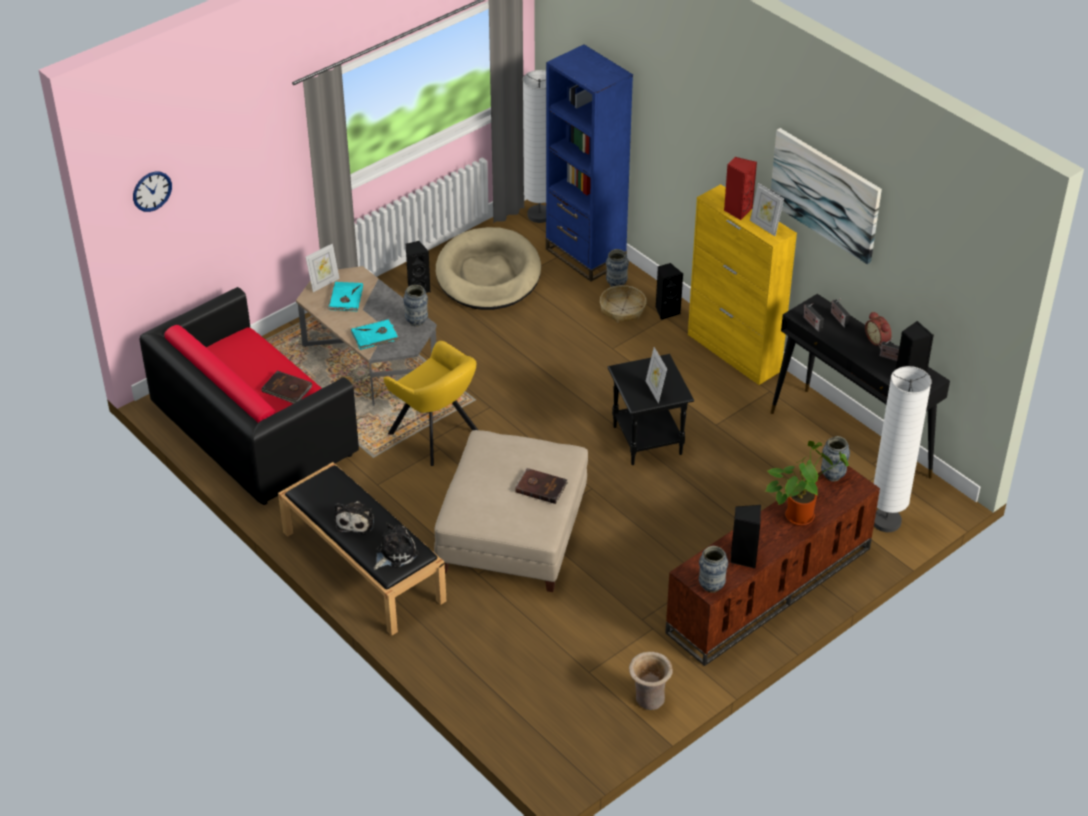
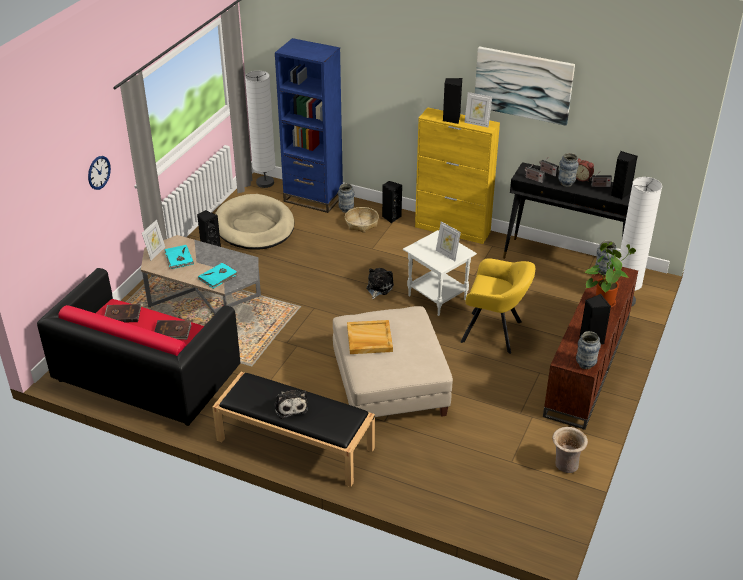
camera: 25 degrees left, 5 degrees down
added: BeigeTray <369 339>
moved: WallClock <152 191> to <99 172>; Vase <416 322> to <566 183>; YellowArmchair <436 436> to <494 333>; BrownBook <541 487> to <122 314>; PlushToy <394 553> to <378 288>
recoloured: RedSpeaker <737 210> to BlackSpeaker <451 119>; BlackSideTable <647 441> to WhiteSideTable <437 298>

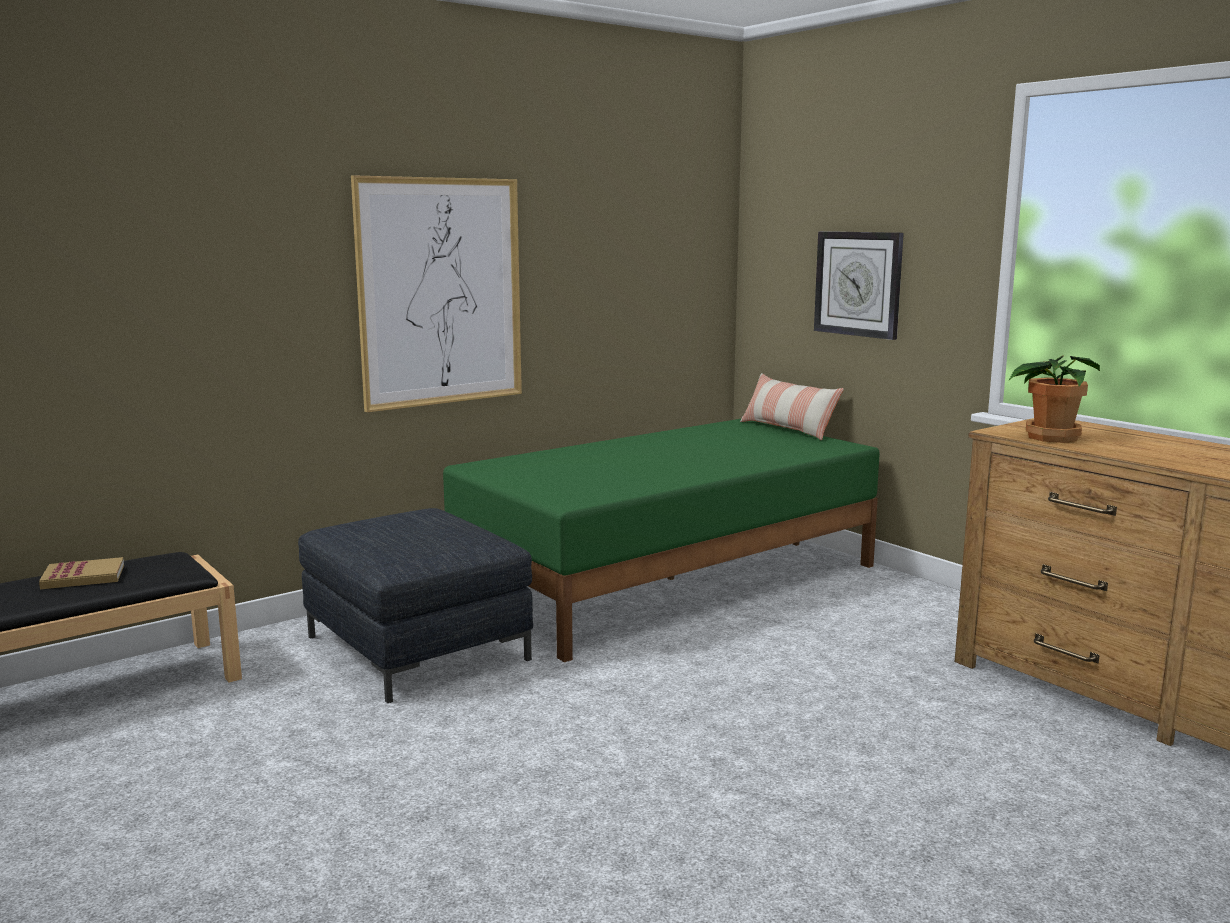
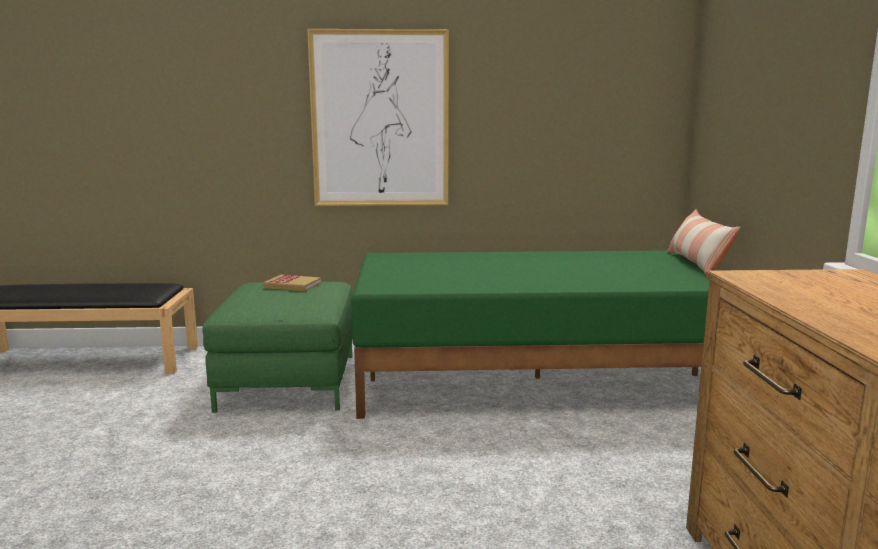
camera: 35 degrees right, 0 degrees up
removed: WallClock <858 283>; PottedPlant <1049 437>
moved: Book <83 577> to <292 285>
recoloured: GreyOttoman <418 648> to GreenOttoman <289 381>

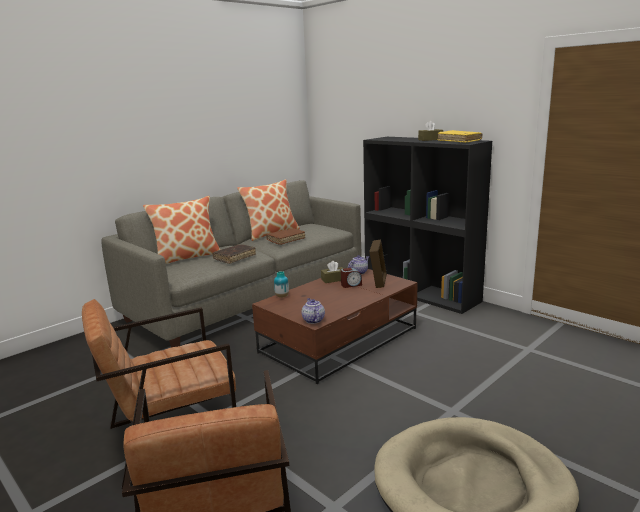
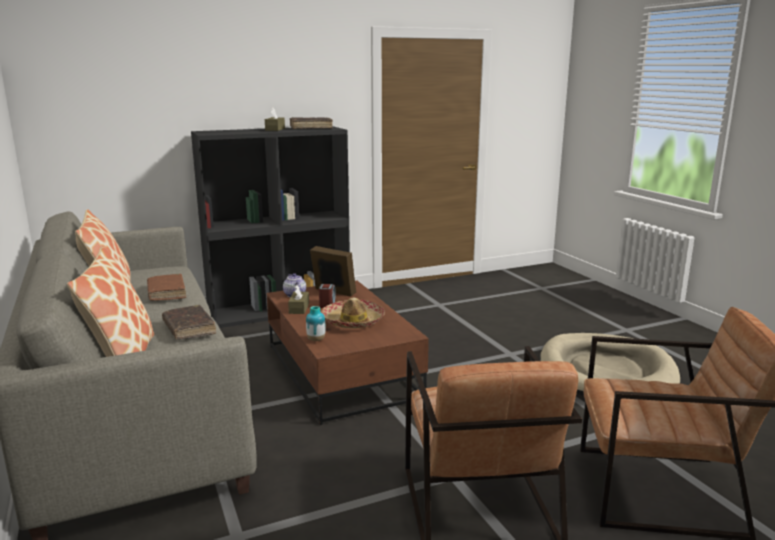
camera: 70 degrees left, 0 degrees up
removed: Teapot <313 320>
added: Hat <353 321>
recoloured: YellowBook <459 141> to BrownBook <311 128>

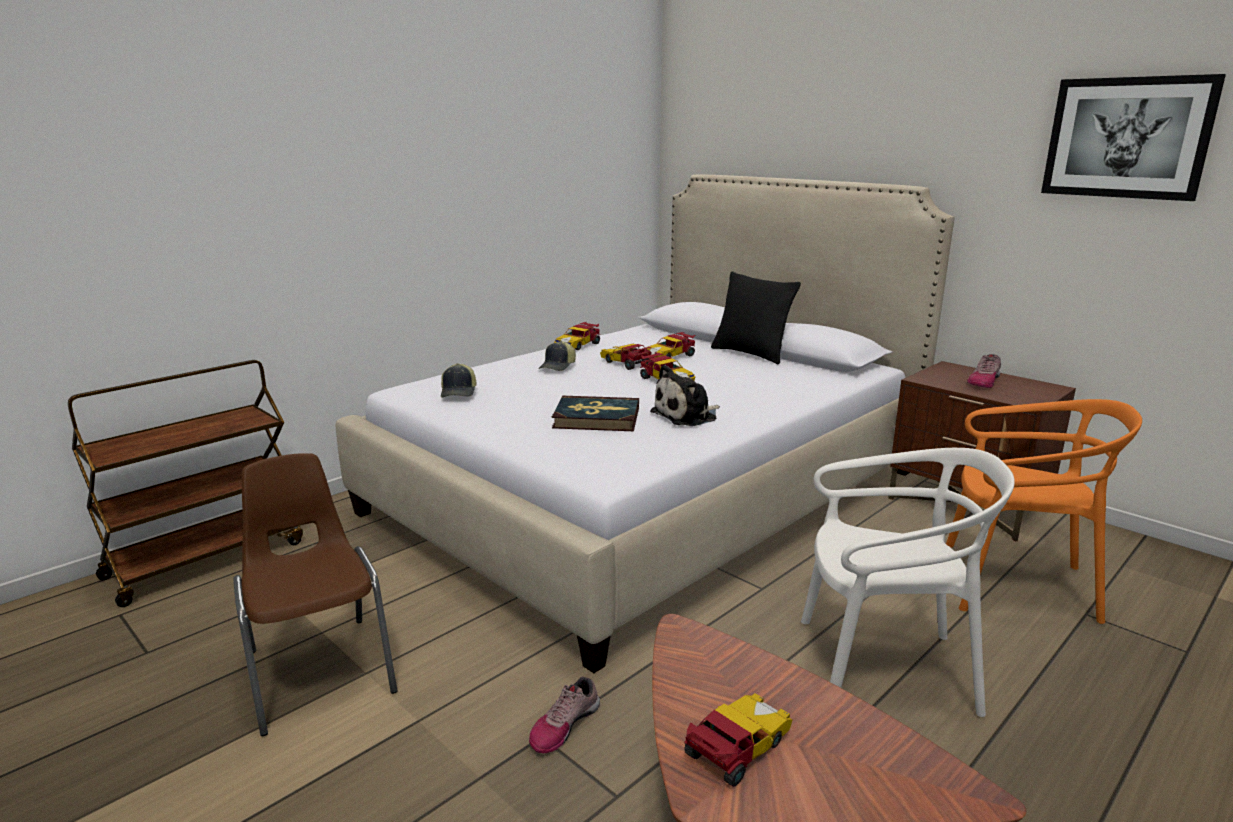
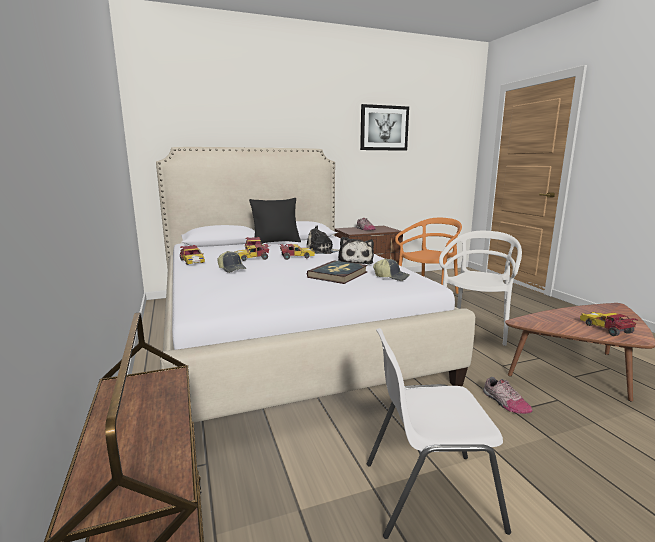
camera: 65 degrees left, 5 degrees down
added: PlushToy <322 251>
moved: Cap <459 392> to <391 277>
recoloured: BrownChair <319 670> to WhiteChair <428 493>

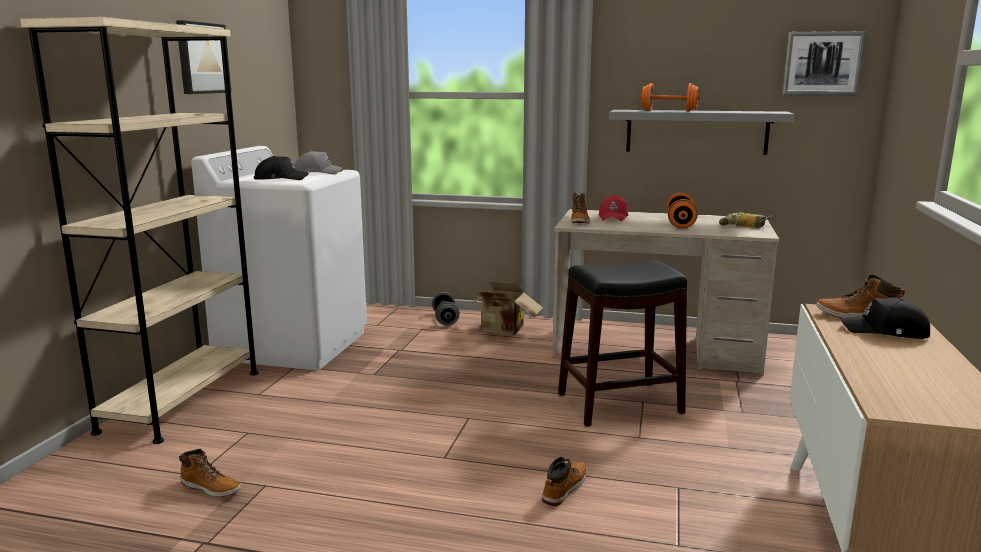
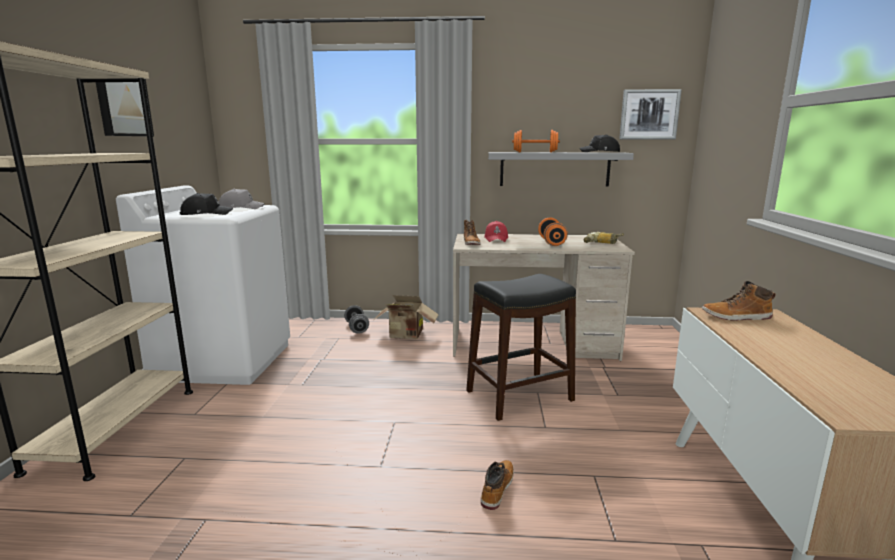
camera: 10 degrees left, 0 degrees up
removed: Boot <211 487>
moved: BlackCap <886 331> to <600 152>

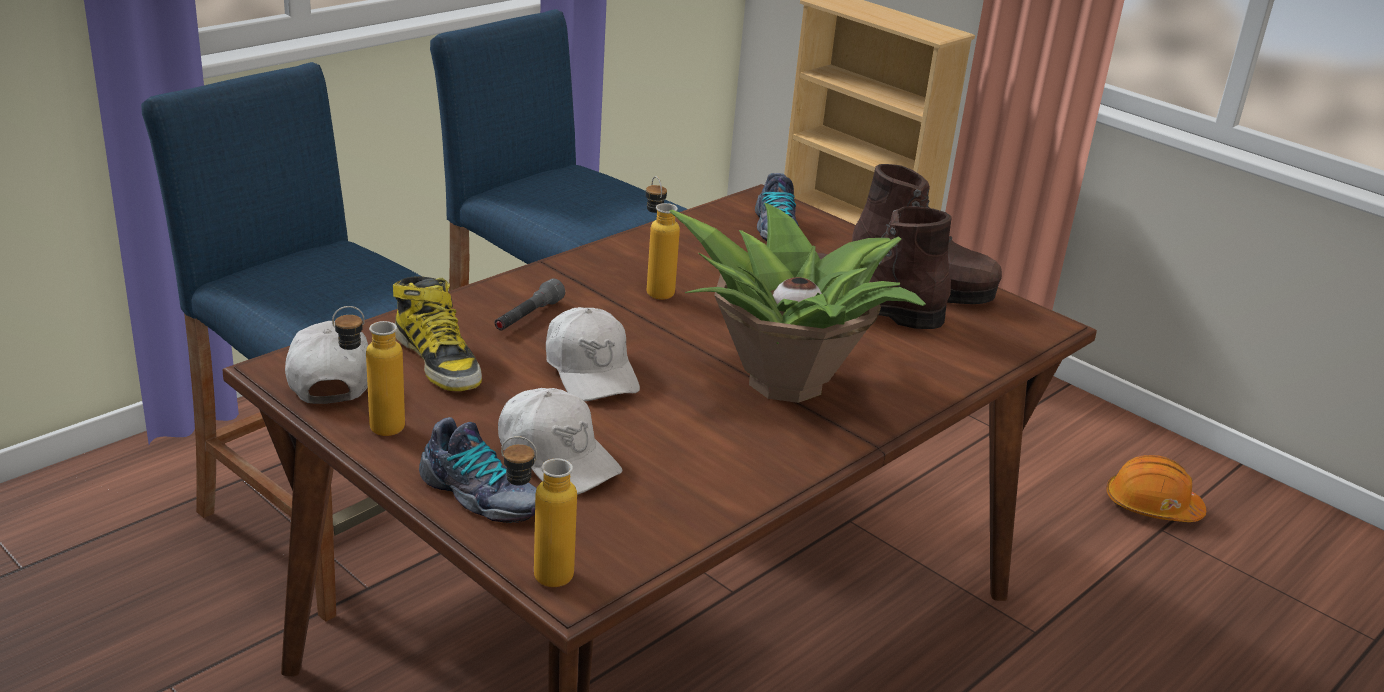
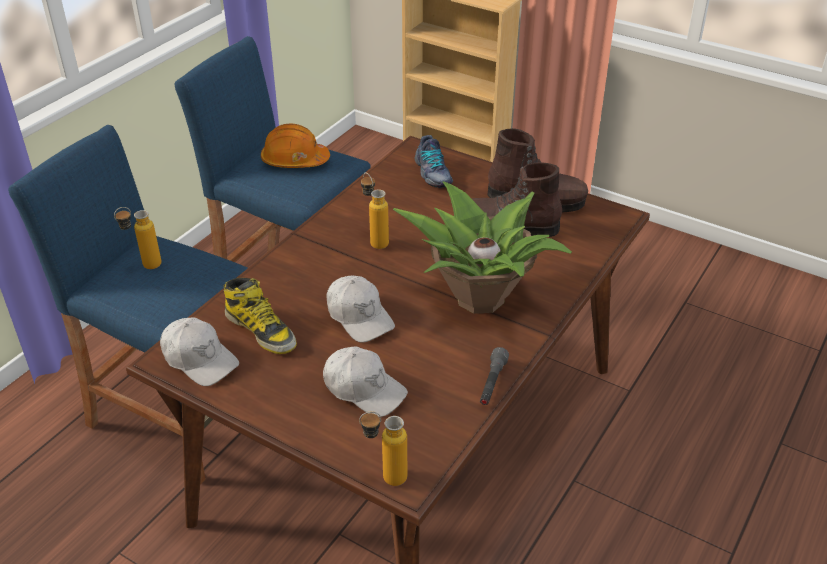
camera: 10 degrees left, 10 degrees up
removed: Shoe <481 496>
moved: GreyFlashlight <528 317> to <492 383>; Bottle <372 429> to <144 266>; OrangeHardHat <1151 506> to <294 161>
turned: WhiteCap <331 377> = <199 359> 150 degrees clockwise

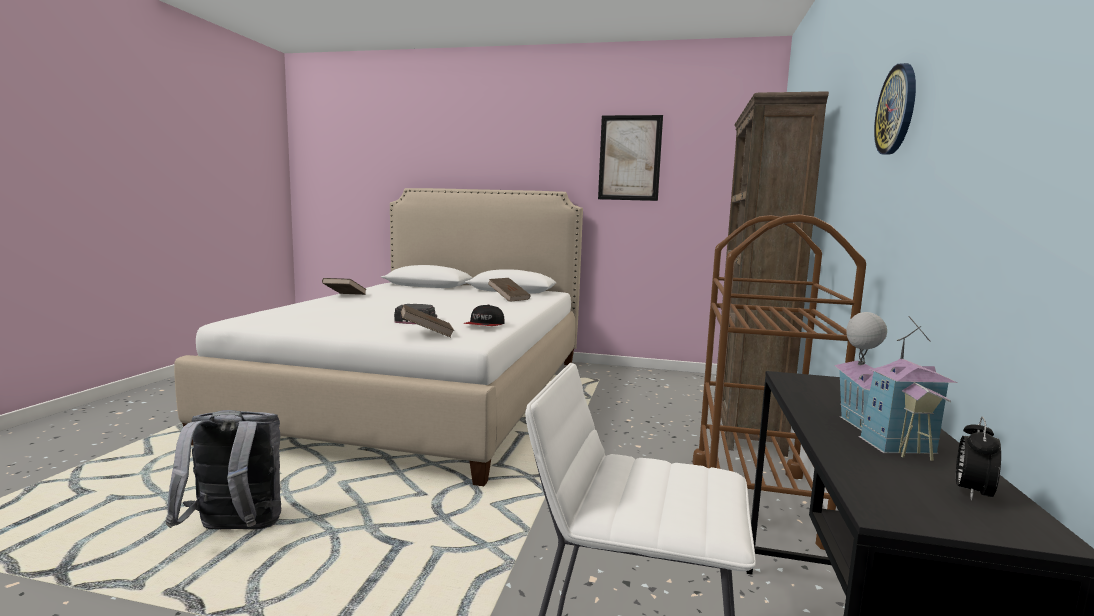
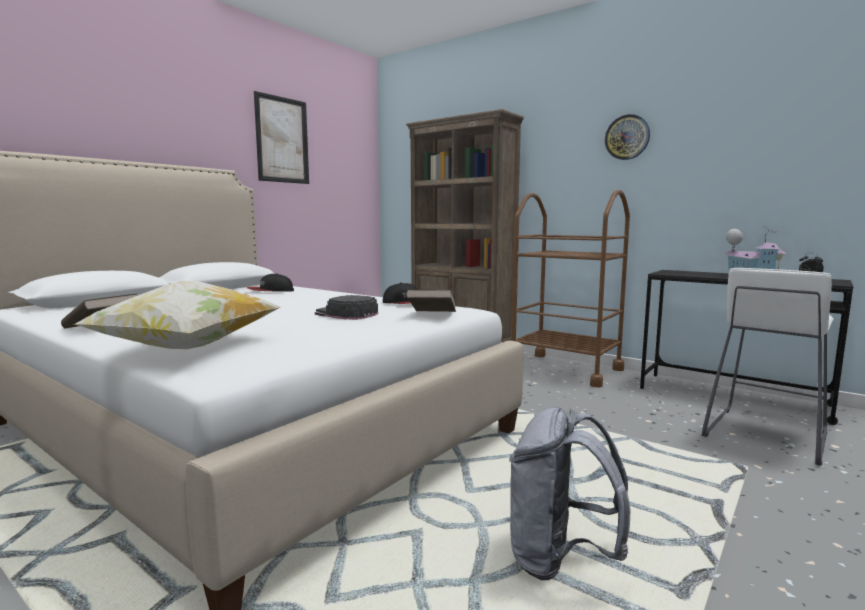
camera: 65 degrees left, 0 degrees up
added: Pillow <188 348>
replaced: BrownBook <509 298> to Cap <270 291>

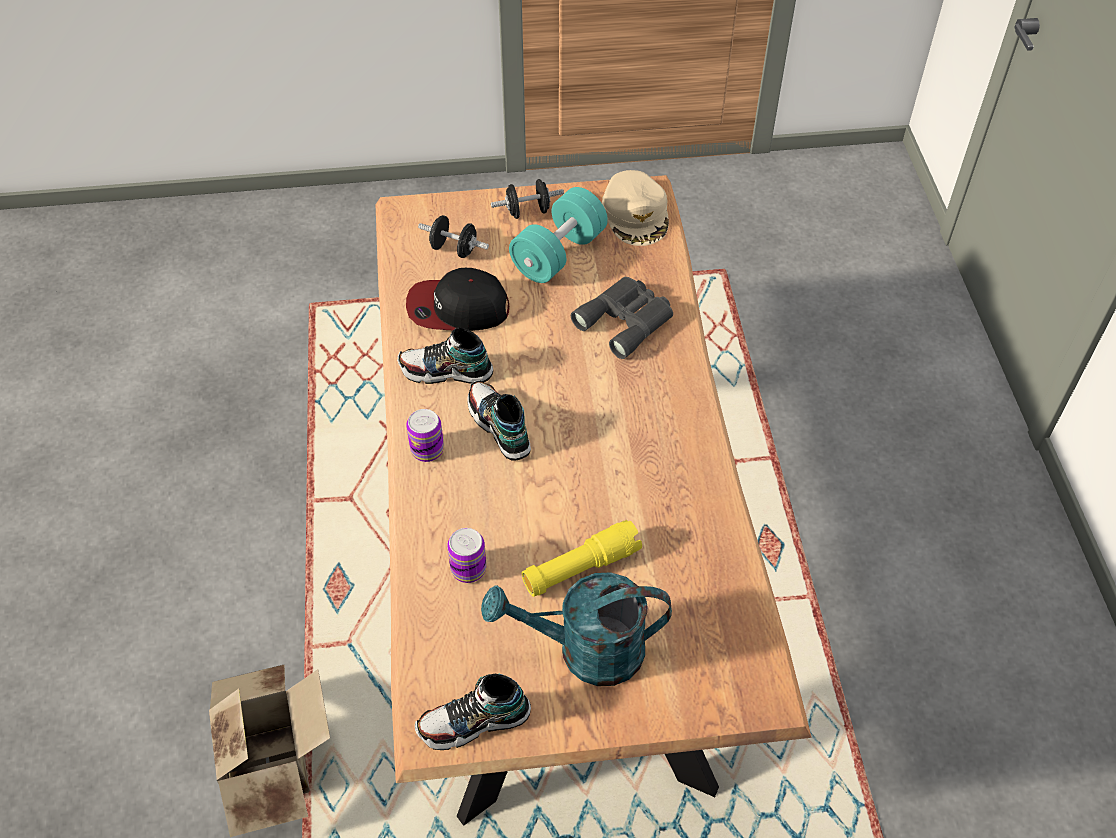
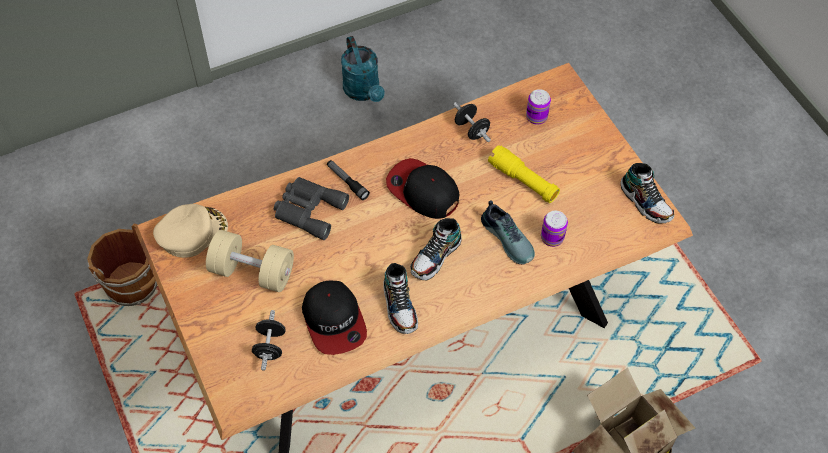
camera: 110 degrees left, 5 degrees up
added: Cap <422 191>; Flashlight <347 182>; Shoe <509 238>; BrownBucket <134 285>
moved: BlackDumbbell <528 211> to <471 130>; Can <427 450> to <536 117>; TurquoiseWateringCan <585 651> to <364 92>
recoloured: TurquoiseDumbbell <558 253> to BeigeDumbbell <252 272>

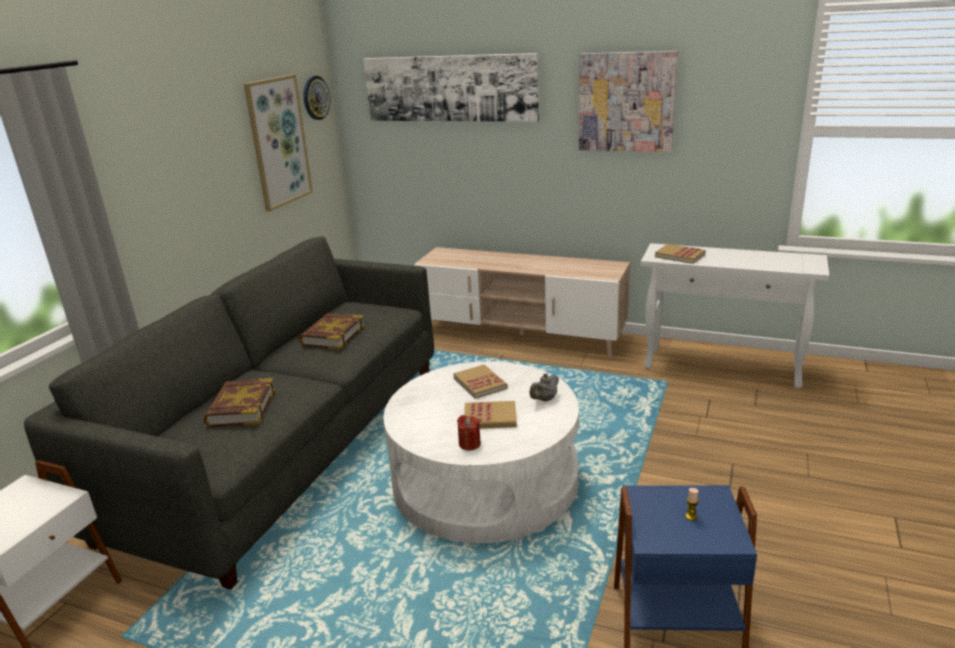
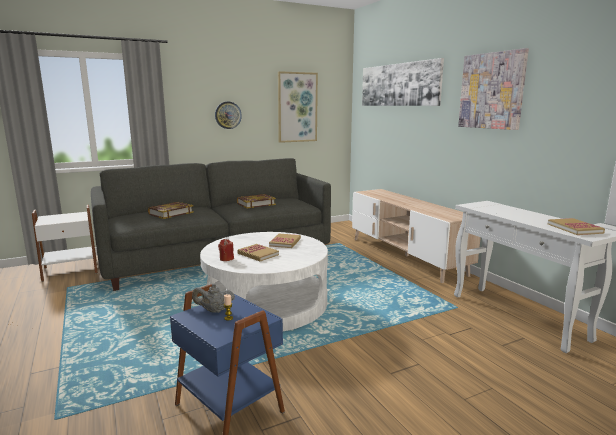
camera: 40 degrees right, 10 degrees down
moved: WallClock <315 98> to <228 115>; Book <679 256> to <574 228>; GreyTeapot <545 399> to <214 310>

